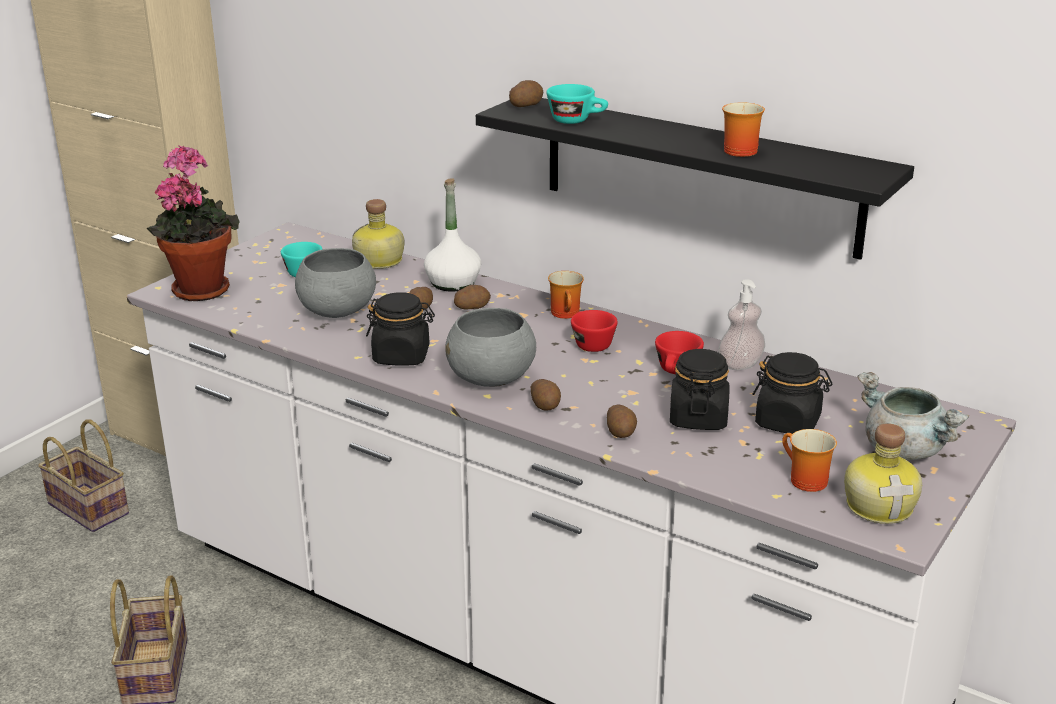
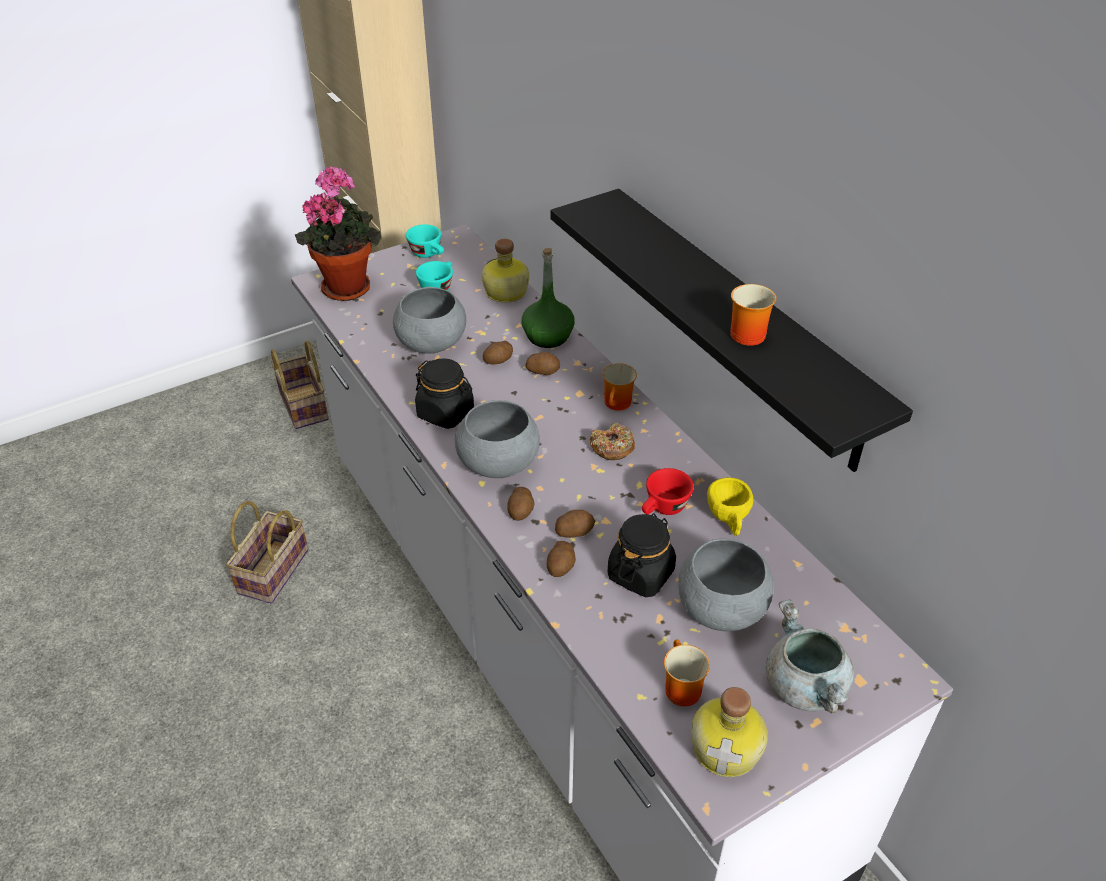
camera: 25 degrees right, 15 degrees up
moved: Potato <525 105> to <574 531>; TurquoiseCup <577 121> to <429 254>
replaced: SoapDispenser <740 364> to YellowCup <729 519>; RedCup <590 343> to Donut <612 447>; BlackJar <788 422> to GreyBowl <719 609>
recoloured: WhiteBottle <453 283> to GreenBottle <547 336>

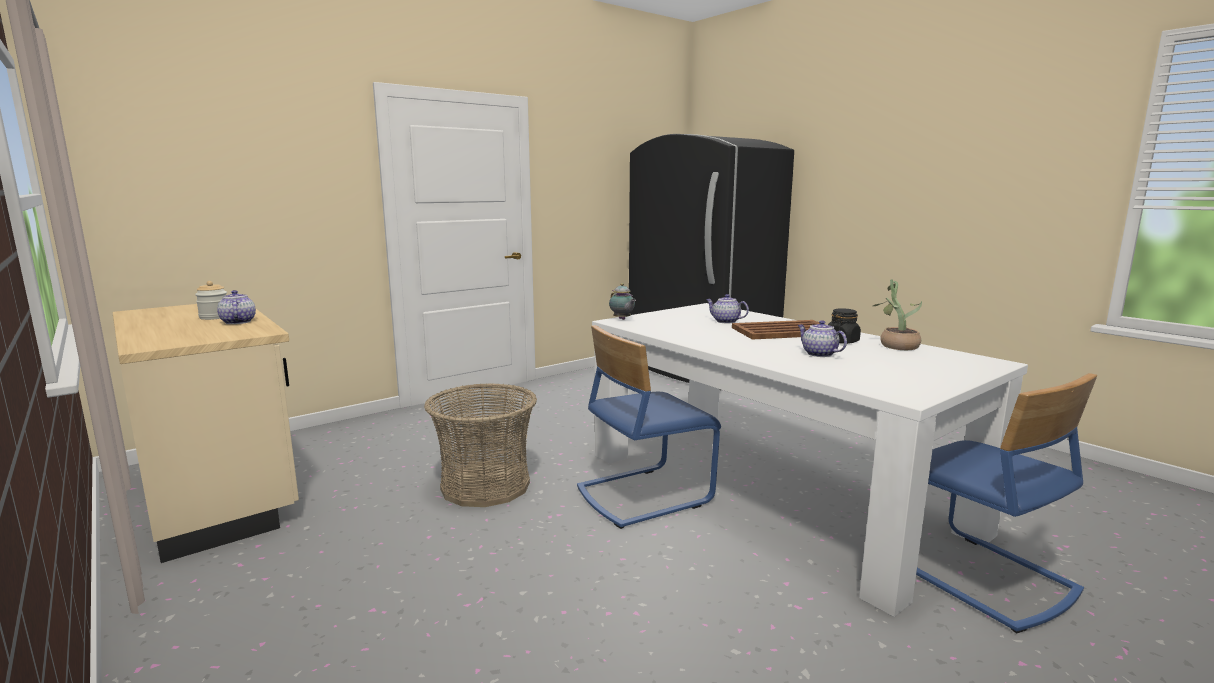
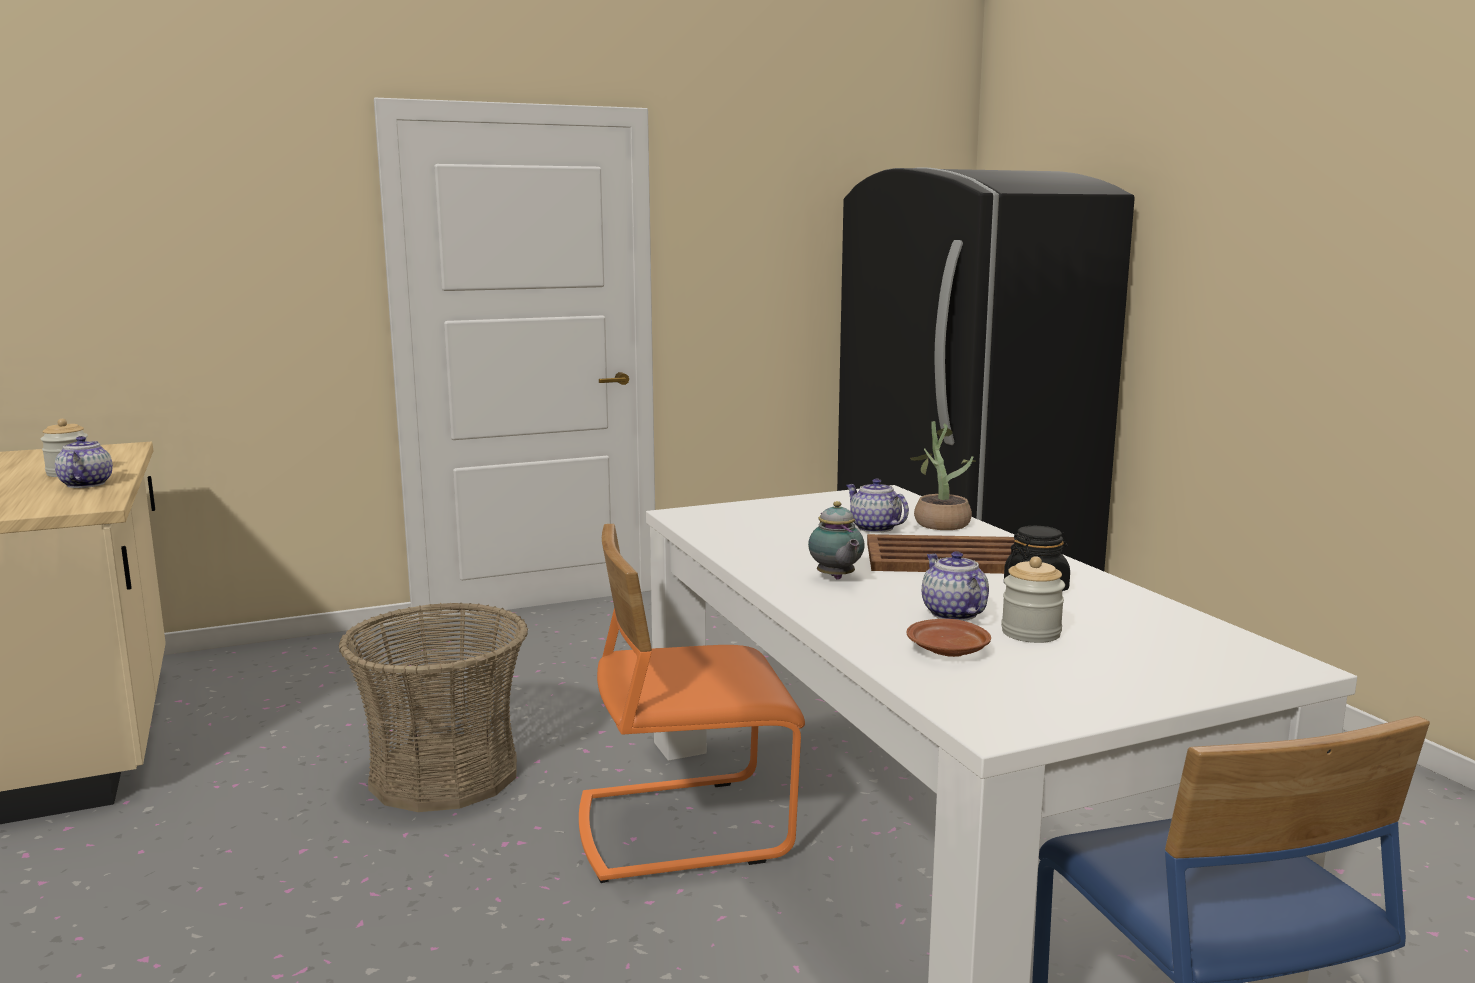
camera: 15 degrees right, 0 degrees up
added: Jar <1031 633>; BrownPlate <947 651>
moved: PottedPlant <895 345> to <939 522>; Teapot <622 319> to <836 578>
recoloured: BlueChair <643 495> to OrangeChair <683 826>

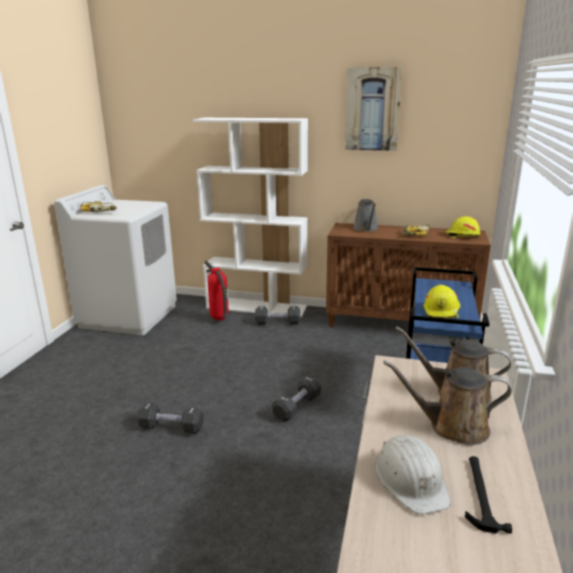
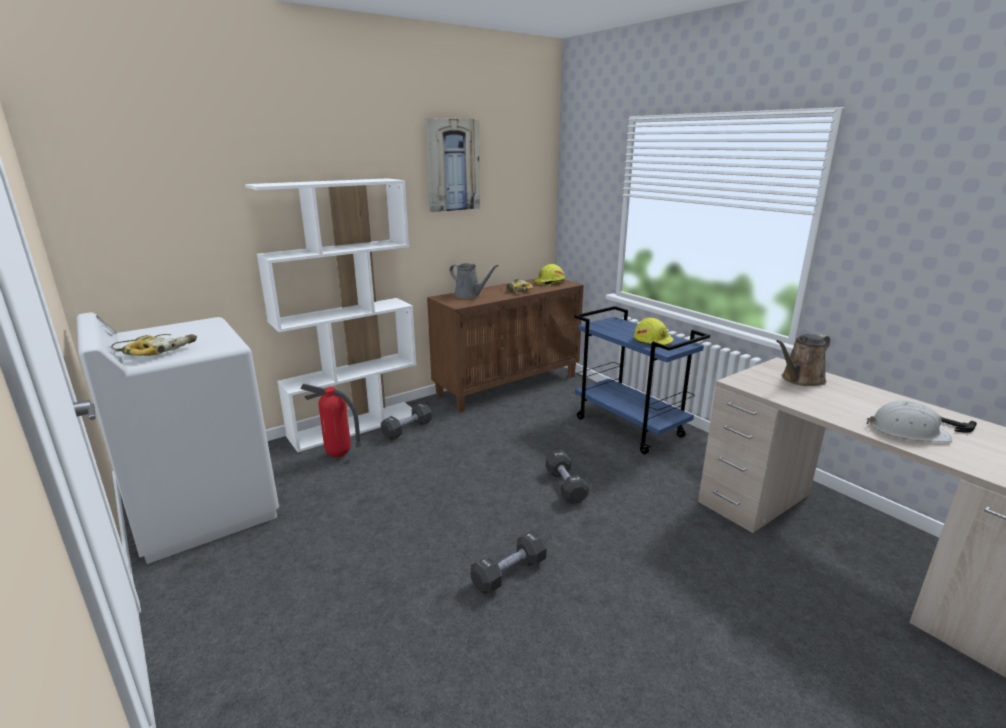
camera: 50 degrees left, 0 degrees up
removed: BrownWateringCan <453 427>

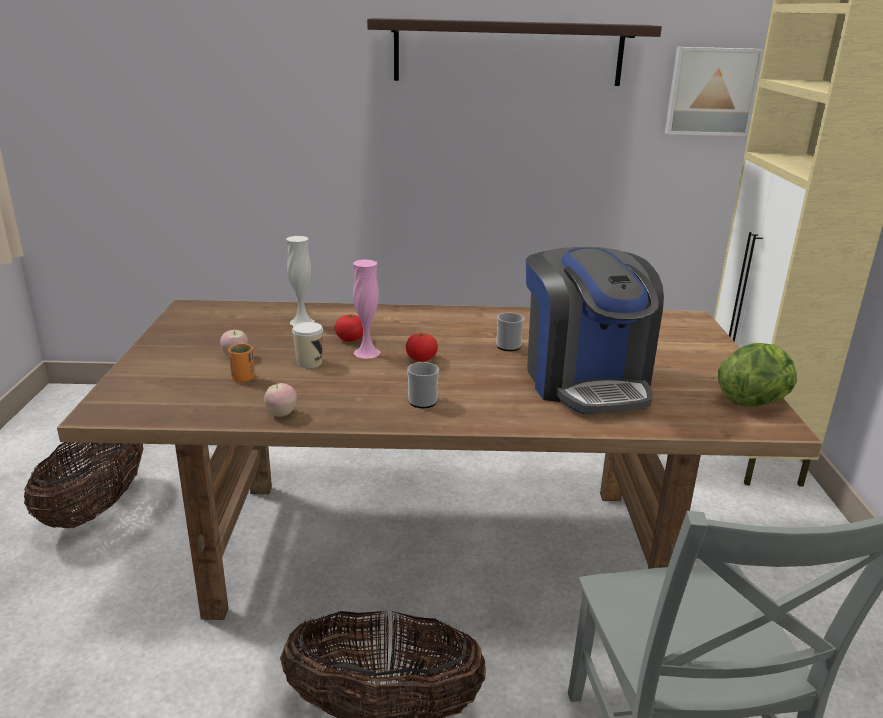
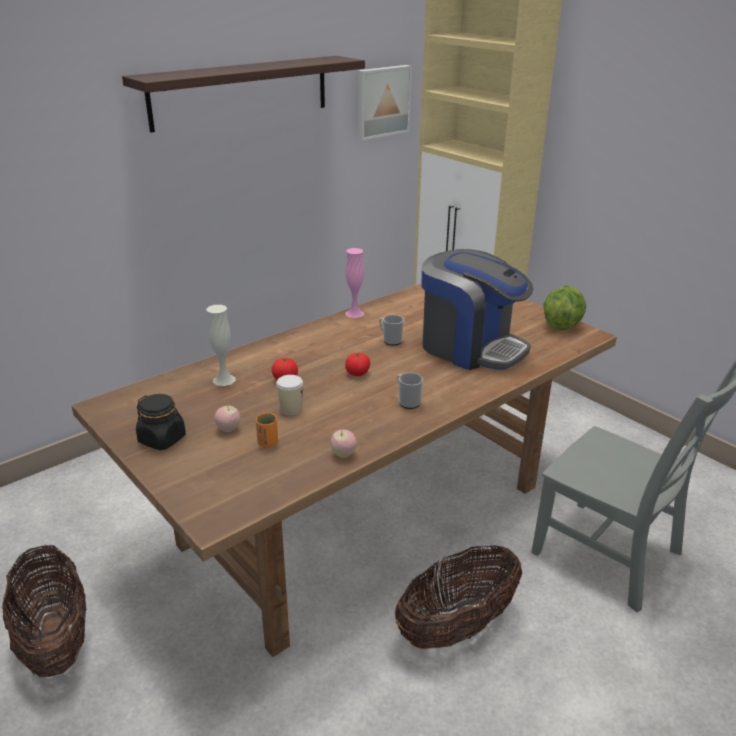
camera: 40 degrees left, 5 degrees up
added: BlackJar <162 439>
moved: PinkVase <367 352> to <354 313>

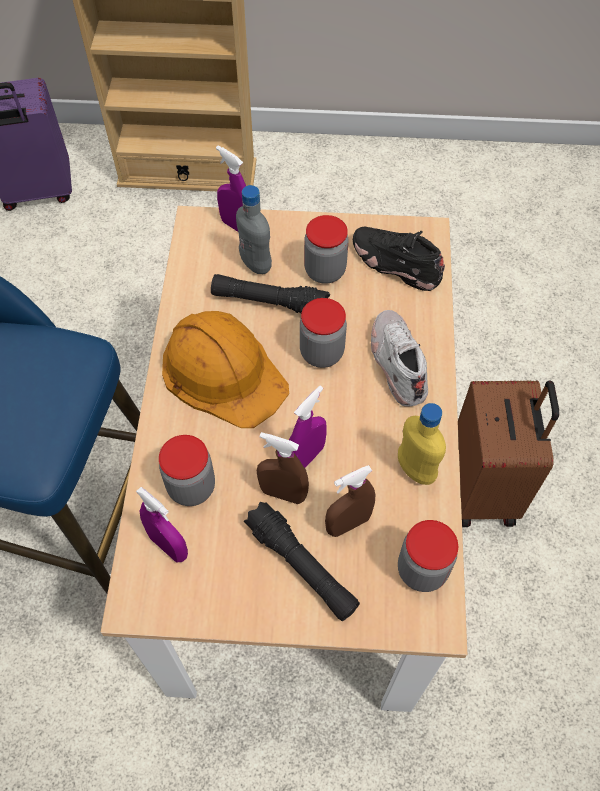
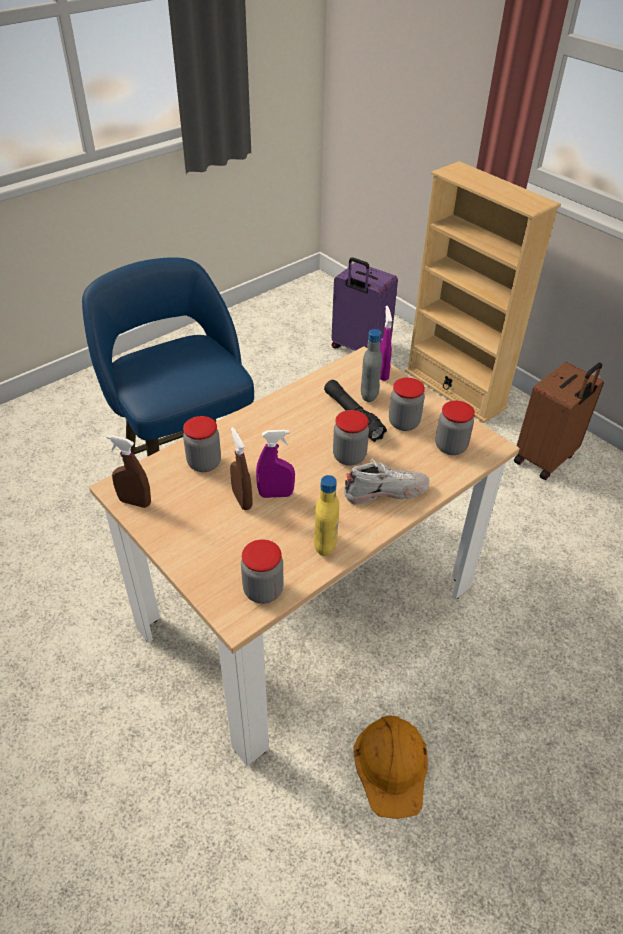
camera: 45 degrees right, 15 degrees down
removed: PurpleSprayBottle <169 546>; BlackFlashlight <301 566>
moved: OrangeHardHat <223 372> to <392 765>; BrownSuitcase <484 488> to <546 459>; BrownSprayBottle <348 524> to <135 502>
replaced: BlackShoe <395 264> to Jar <450 447>
turned: WhiteShoe <397 362> = <385 491> 45 degrees clockwise

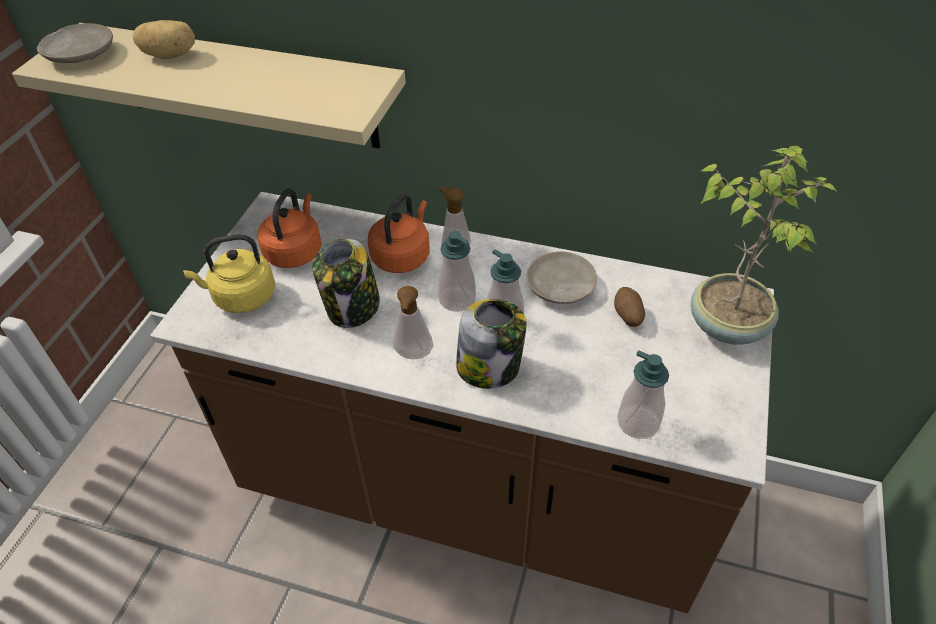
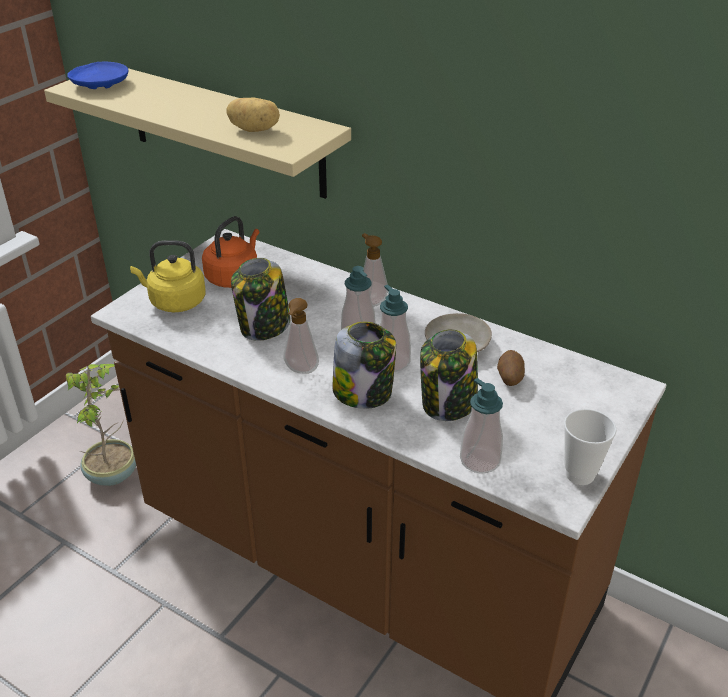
camera: 15 degrees right, 10 degrees down
removed: OrangeKettle <402 256>
added: Jar <448 404>; Cup <580 474>
moved: Potato <170 55> to <255 129>; PottedPlant <728 324> to <113 473>
recoloured: BeigePlate <81 54> to BluePlate <100 84>

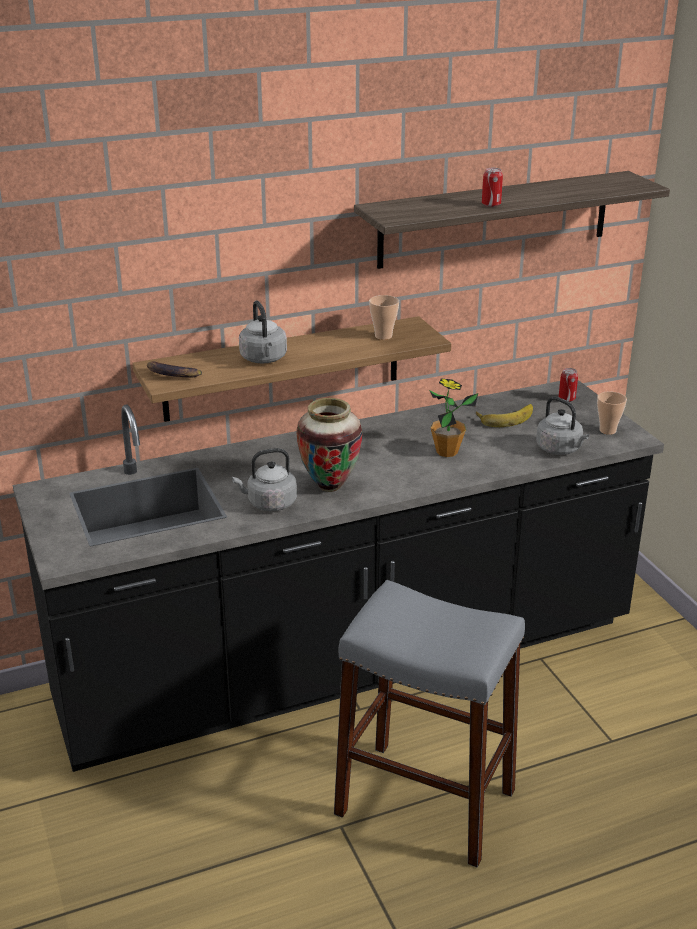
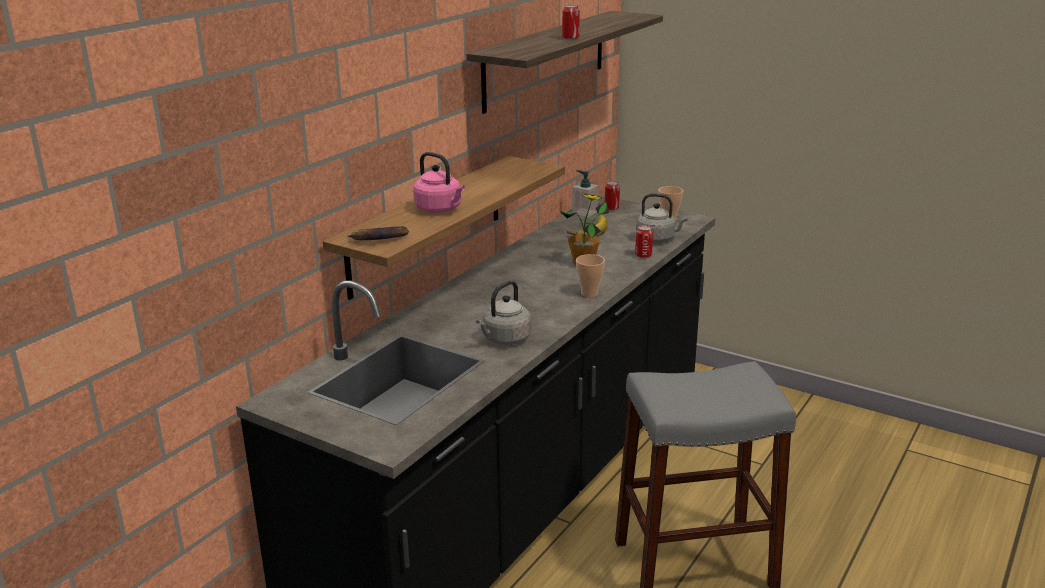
camera: 35 degrees left, 5 degrees down
removed: Vase <329 486>
added: SoapDispenser <584 212>; Can <643 255>
moved: Cup <383 336> to <589 294>
recoloured: GreyKettle <264 359> to PinkKettle <440 209>

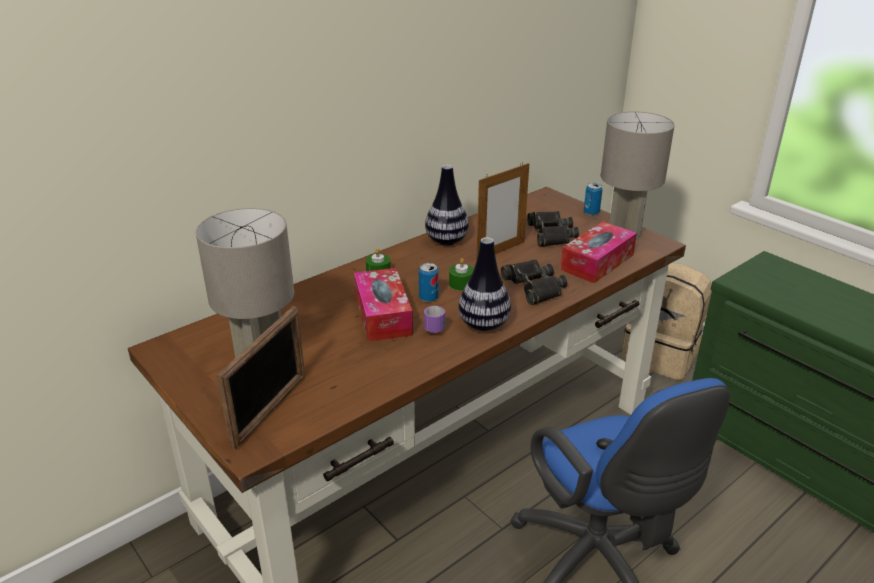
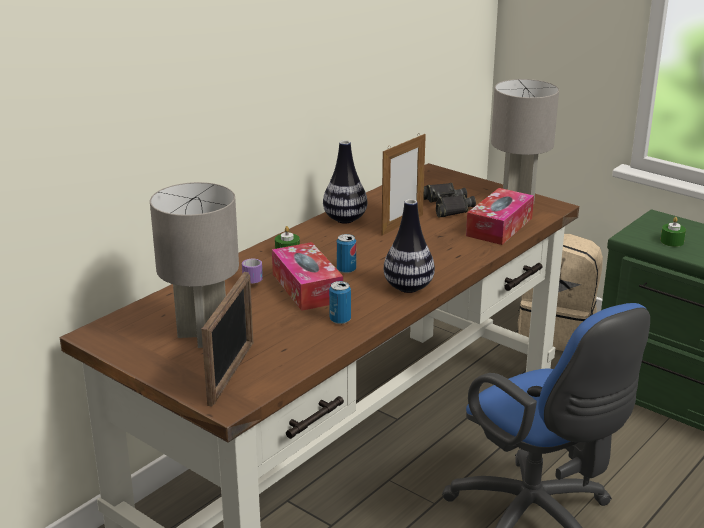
camera: 10 degrees left, 5 degrees down
removed: BlackBinoculars <534 287>
moved: Can <591 212> to <340 320>; GreenCandle <461 284> to <672 241>; Mug <434 325> to <251 279>

